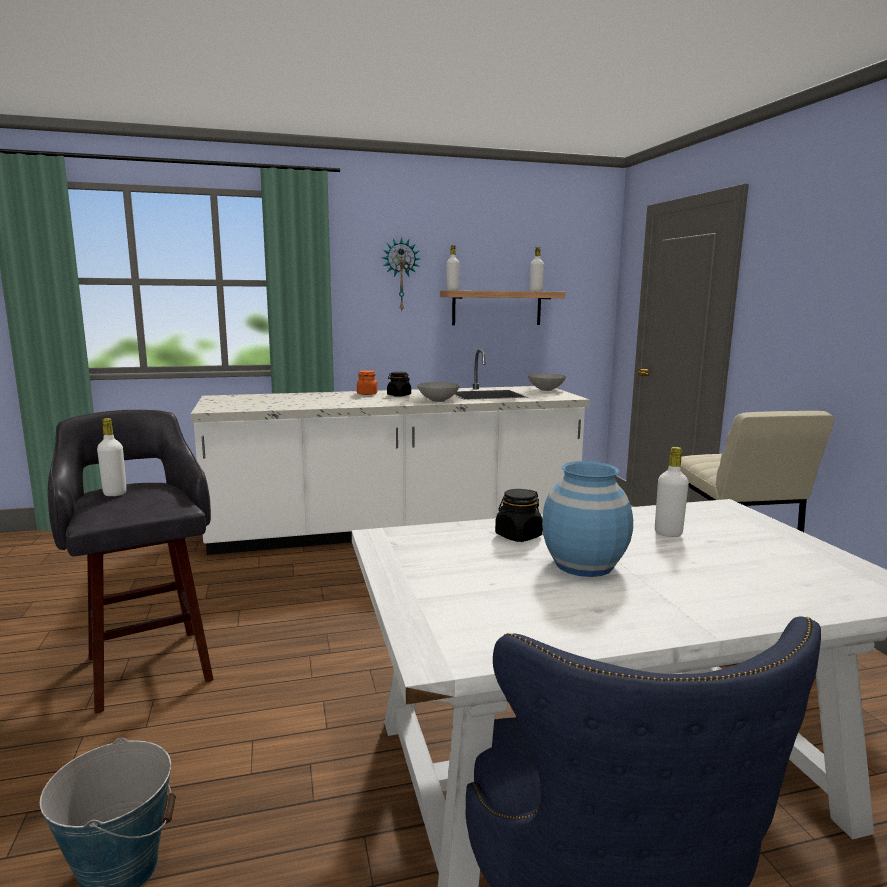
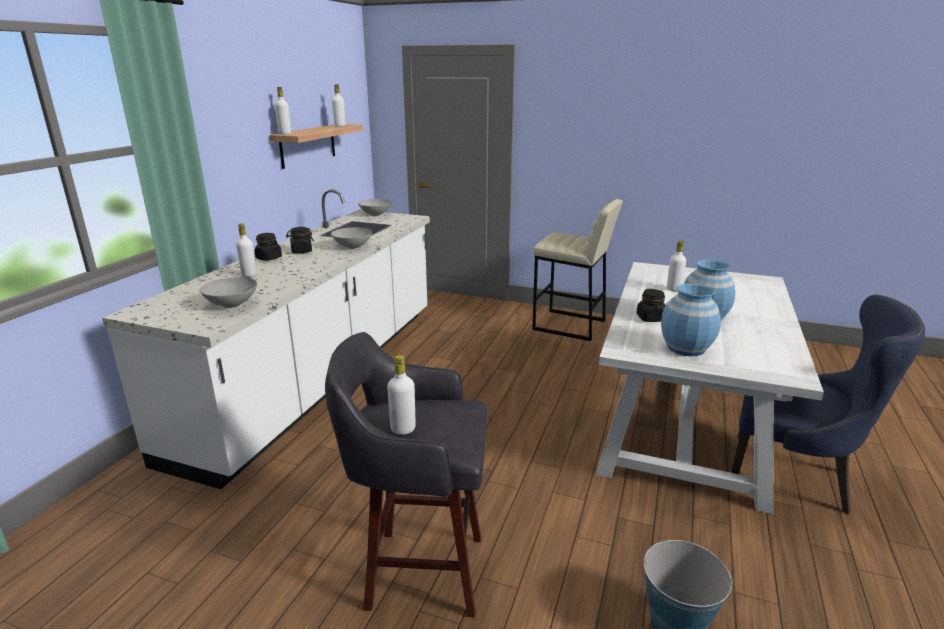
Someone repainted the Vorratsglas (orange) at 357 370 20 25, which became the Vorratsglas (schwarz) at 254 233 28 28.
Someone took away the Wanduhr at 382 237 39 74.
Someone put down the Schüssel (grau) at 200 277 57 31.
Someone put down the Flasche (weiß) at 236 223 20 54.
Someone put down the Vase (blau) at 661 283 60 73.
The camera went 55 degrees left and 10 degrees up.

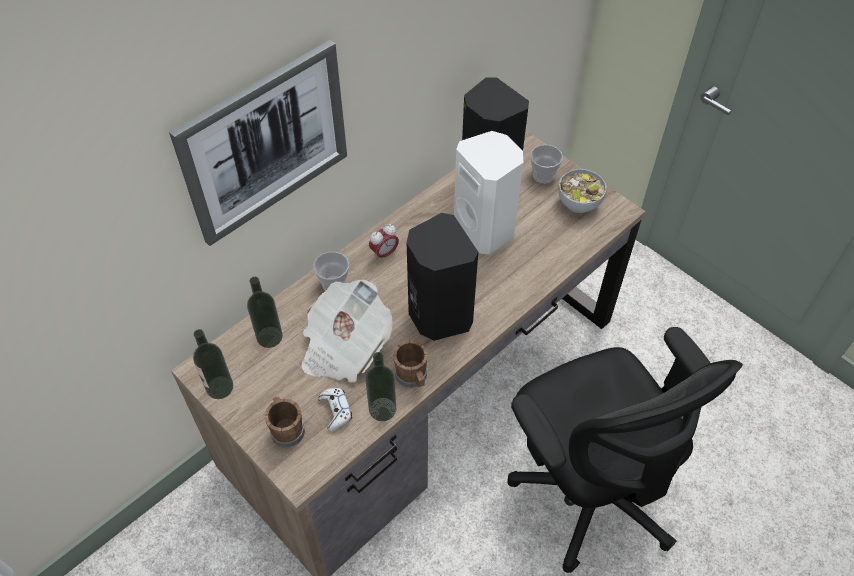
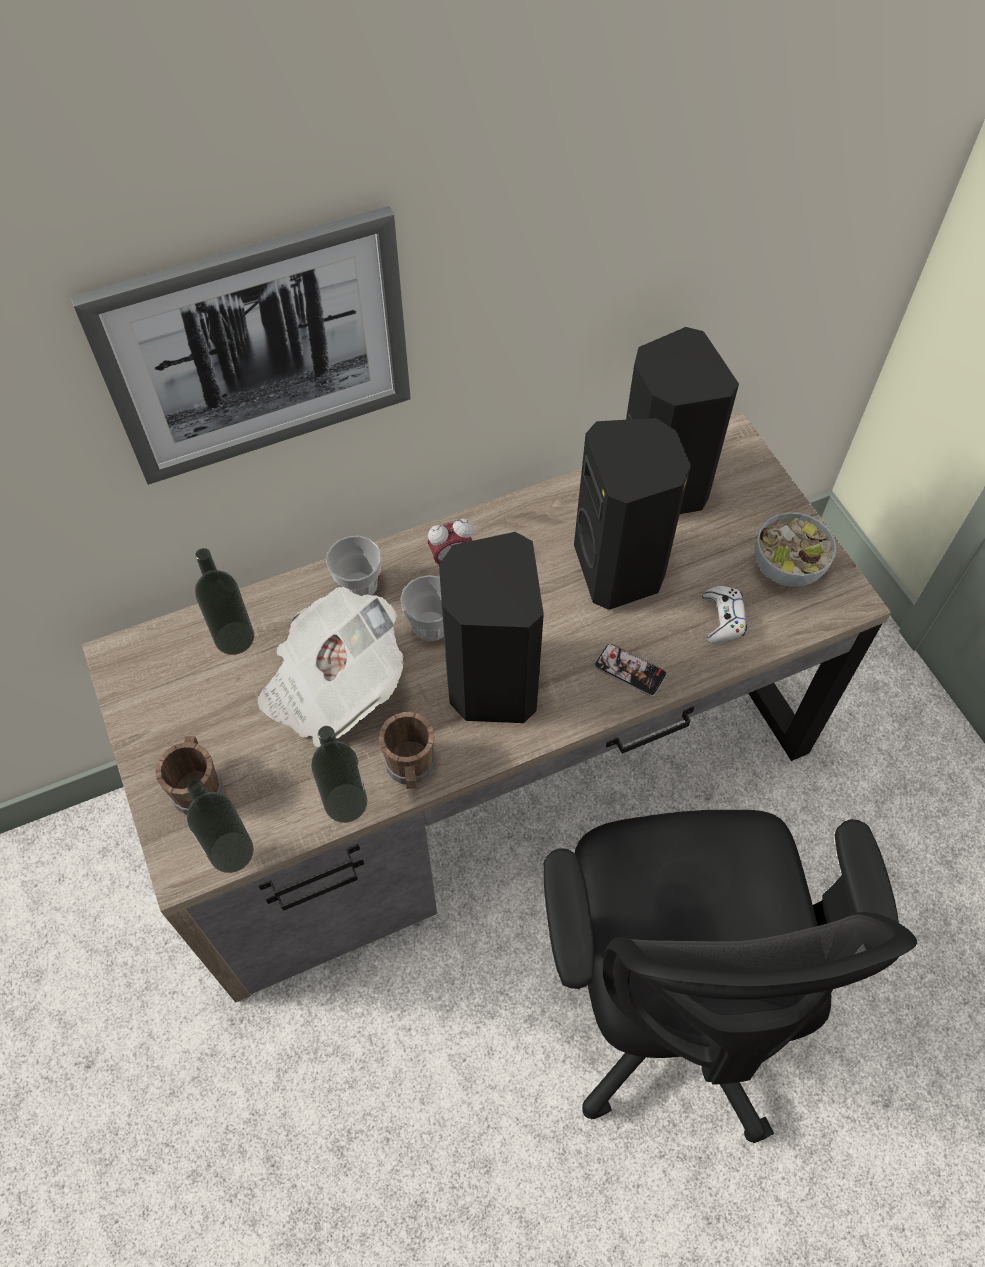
Someone carried the Flasche from 193 329 40 70 to 187 780 67 93.
Someone carried the Gamepad (weiß) from 318 388 34 44 to 702 586 45 58.
Someone repainted the Lautsprecher (weiß) at 454 131 69 124, which became the Lautsprecher (schwarz) at 574 418 117 192.
Someone carried the Tasse from 530 145 33 39 to 400 575 44 66.
Someone put down the Handy at 594 644 73 53.
The camera went 20 degrees right and 5 degrees up.

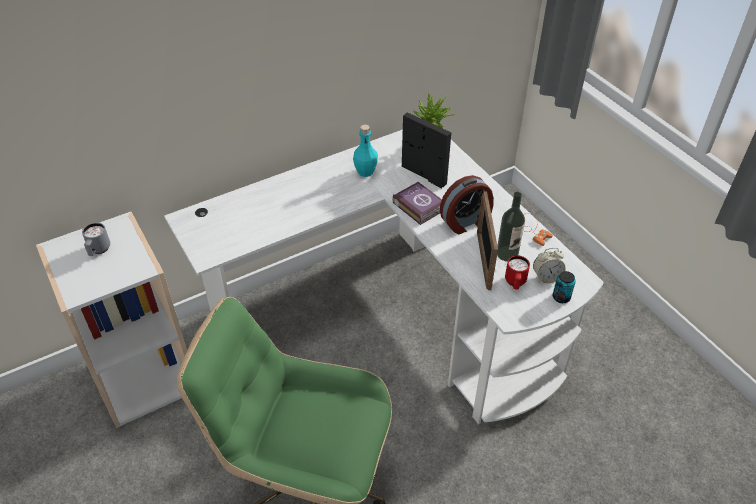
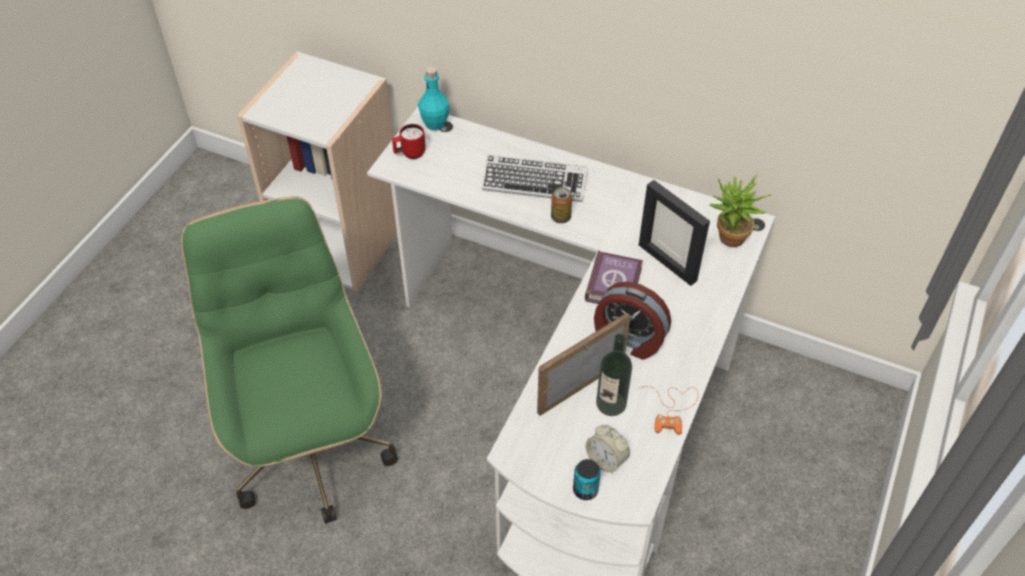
Someone took away the Henkelbecher (grau) at 82 223 28 33.
Someone carried the Flasche (türkis) from 353 125 25 52 to 418 66 32 64.
Someone rotated the Bilderrahmen at 402 112 49 77 by 135 degrees clockwise.
Someone carried the Henkelbecher (rot) from 505 256 25 34 to 392 124 34 35.
Someone put down the Tastatur at 482 155 105 47.
Someone put down the Dose at 551 187 21 36.
The camera went 55 degrees right and 5 degrees up.

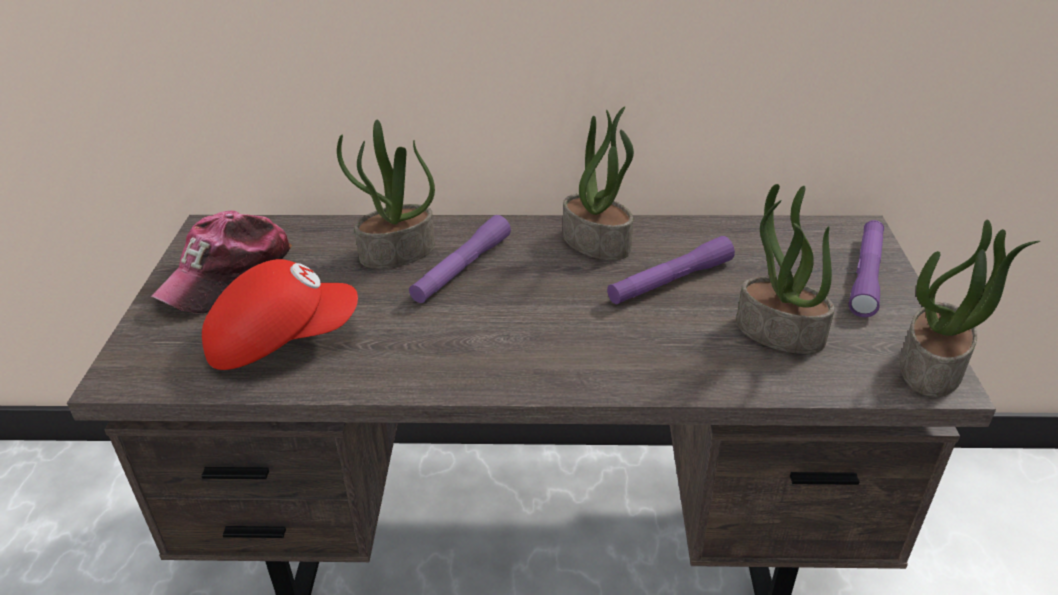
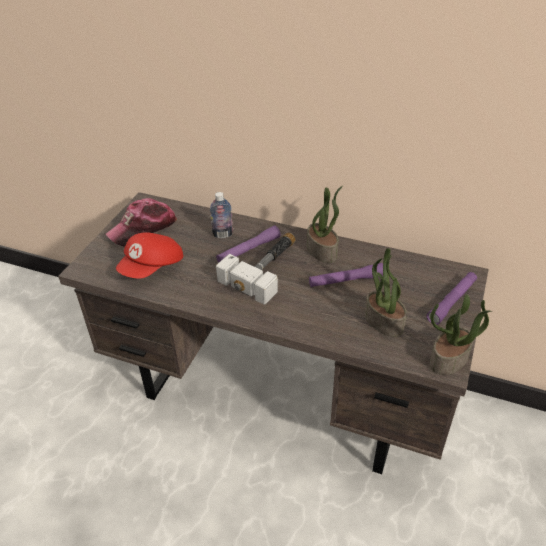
Someone rotated the Kappe (rot) at 202 259 156 111 by 120 degrees clockwise.
Someone swapped the Topfpflanze at 337 120 98 149 for the Flasche at 210 192 23 46.
Someone put down the Hammer at 216 233 79 72.
The camera went 20 degrees right and 5 degrees up.

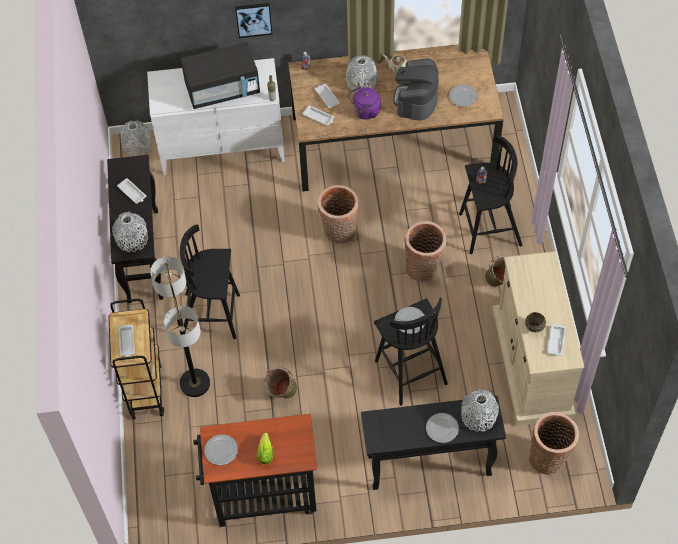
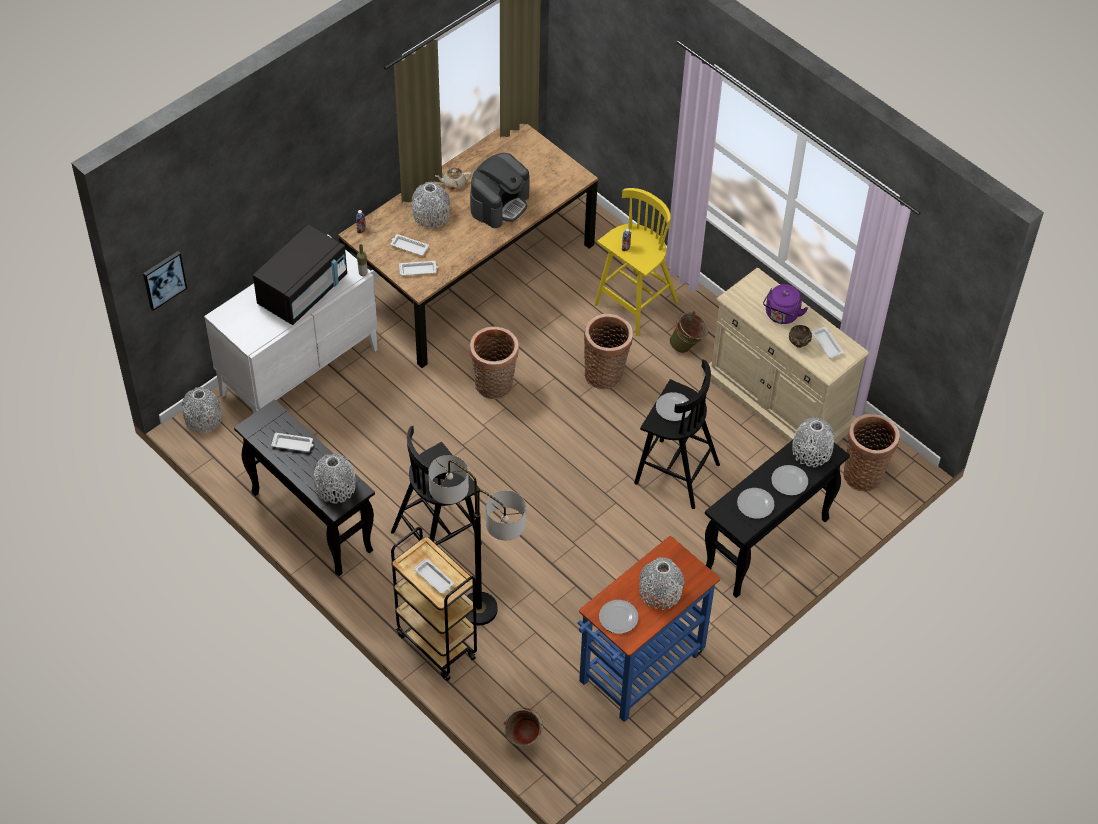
Someone repainted the Rollwagen (schwarz) at 193 414 124 113, which became the Rollwagen (blau) at 577 536 143 186.
Someone carried the Bild from 235 3 37 35 to 143 251 44 60.
Someone swapped the Salatkopf at 257 433 16 31 for the Vase (grau) at 639 557 45 53.
Someone carried the Eimer (grün) from 264 367 33 31 to 504 707 39 40.
Someone carried the Wasserkessel (lila) from 347 86 34 34 to 763 284 45 40.
Someone rotated the Kaffeemaschine at 393 58 46 63 by 120 degrees counterclockwise.
Someone carried the Teller from 449 85 28 22 to 737 488 38 31.
Someone repainted the Hocker (schwarz) at 459 135 63 119, which became the Hocker (gelb) at 594 188 85 148.
The camera went 40 degrees left and 5 degrees down.

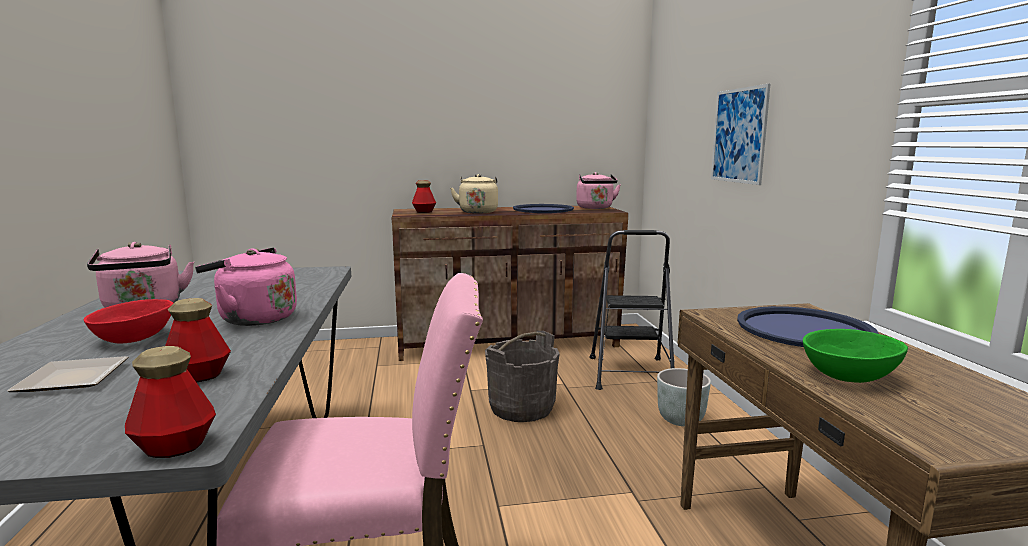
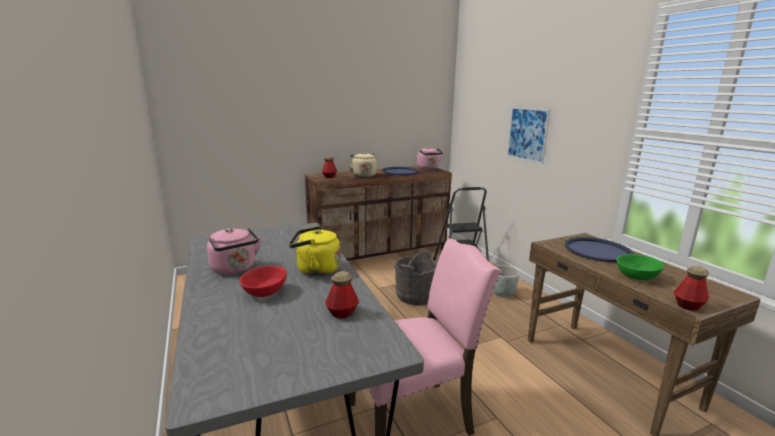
Someone took away the Teller at 7 356 121 36.
Someone carried the Flasche from 125 346 91 112 to 674 266 35 45.
Someone repainted the Wasserkessel (rosa) at 195 248 102 78, which became the Wasserkessel (gelb) at 289 226 52 50.
The camera went 15 degrees left and 5 degrees up.

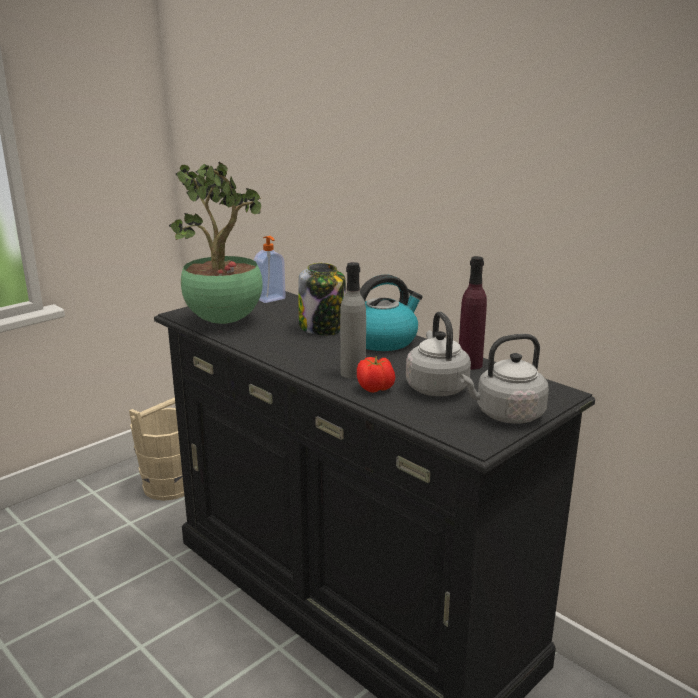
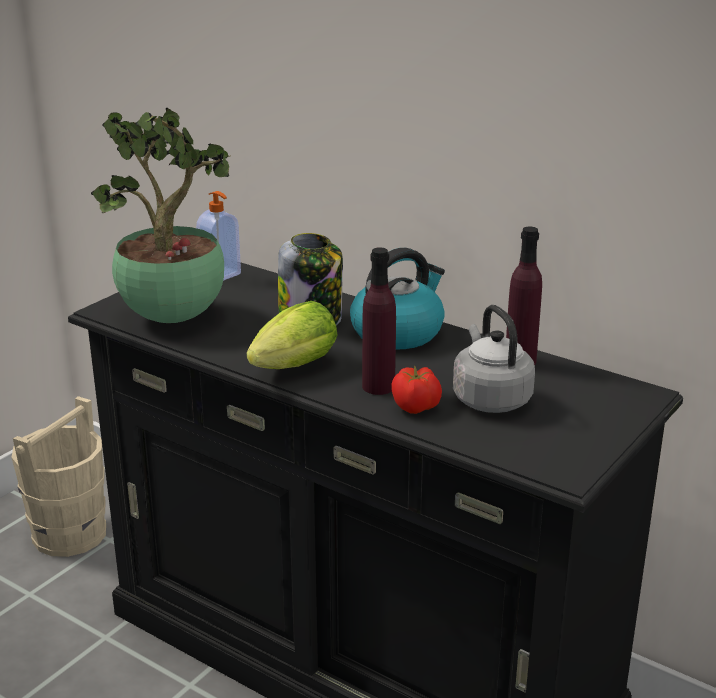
Someone repainted the Flasche (grau) at 340 262 26 117, which became the Flasche (lila) at 362 247 34 148.
Someone took away the Wasserkessel (grau) at 460 334 89 90.
Someone put down the Salatkopf at 247 301 91 68.
The camera went 10 degrees left and 5 degrees up.

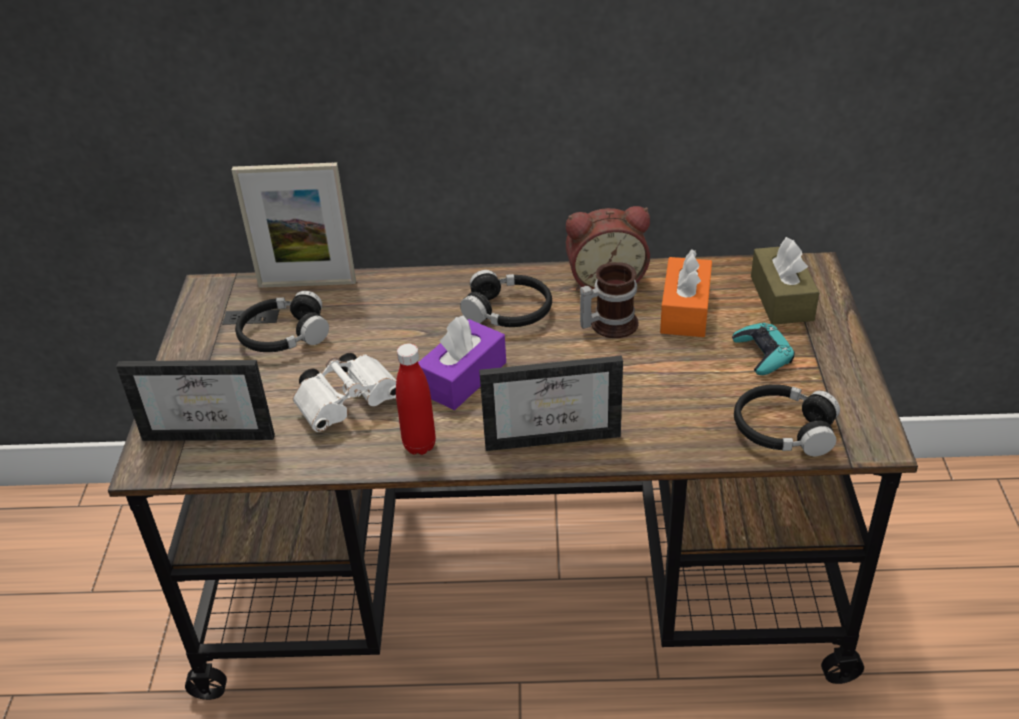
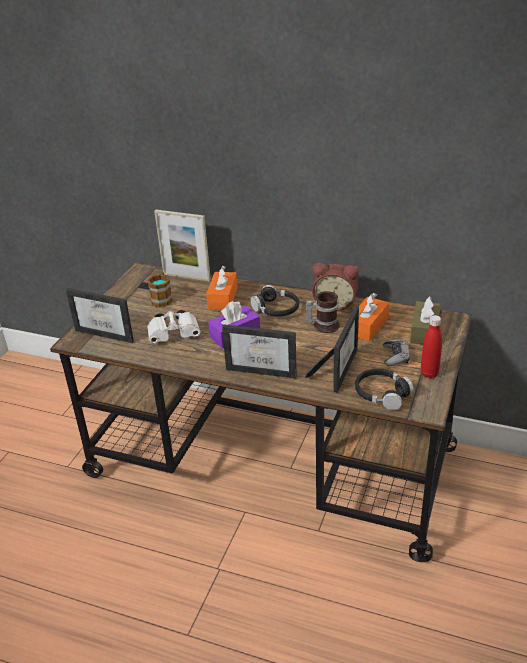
Someone swapped the Kopfhörer (schwarz) at 235 291 94 61 for the Henkelbecher at 147 272 25 35.
Someone carried the Flasche (rot) from 396 343 40 112 to 421 315 21 63.
Someone repainted the Gamepad (türkis) at 732 323 63 52, which became the Gamepad (grau) at 383 339 27 27.
Someone put down the Taschentuchbox (orange) at 206 266 32 44.
Someone put down the Bilderrahmen at 305 306 54 87.
The camera went 20 degrees right and 5 degrees down.

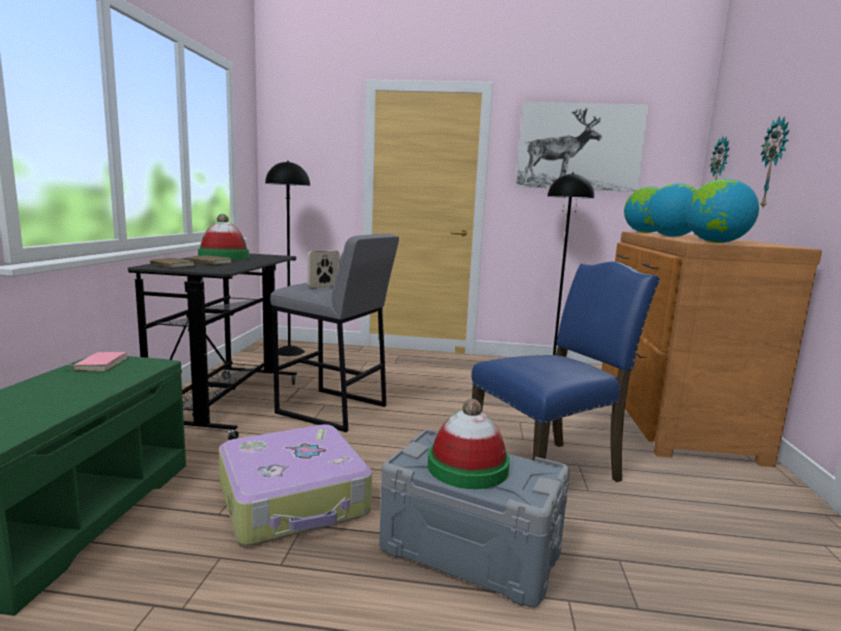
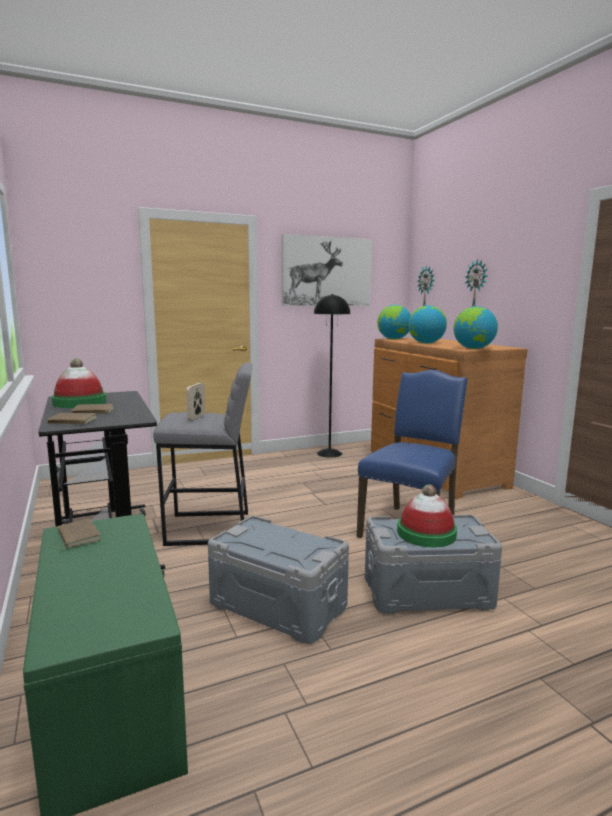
Someone repainted the Buch (rosa) at 62 352 65 19, which became the Buch (braun) at 55 518 46 30.
Someone swapped the Koffer at 219 424 153 121 for the Aufbewahrungsbox (grau) at 208 516 141 128.
Someone took away the Stehlampe (schwarz) at 265 161 45 195.
The camera went 30 degrees left and 0 degrees up.

